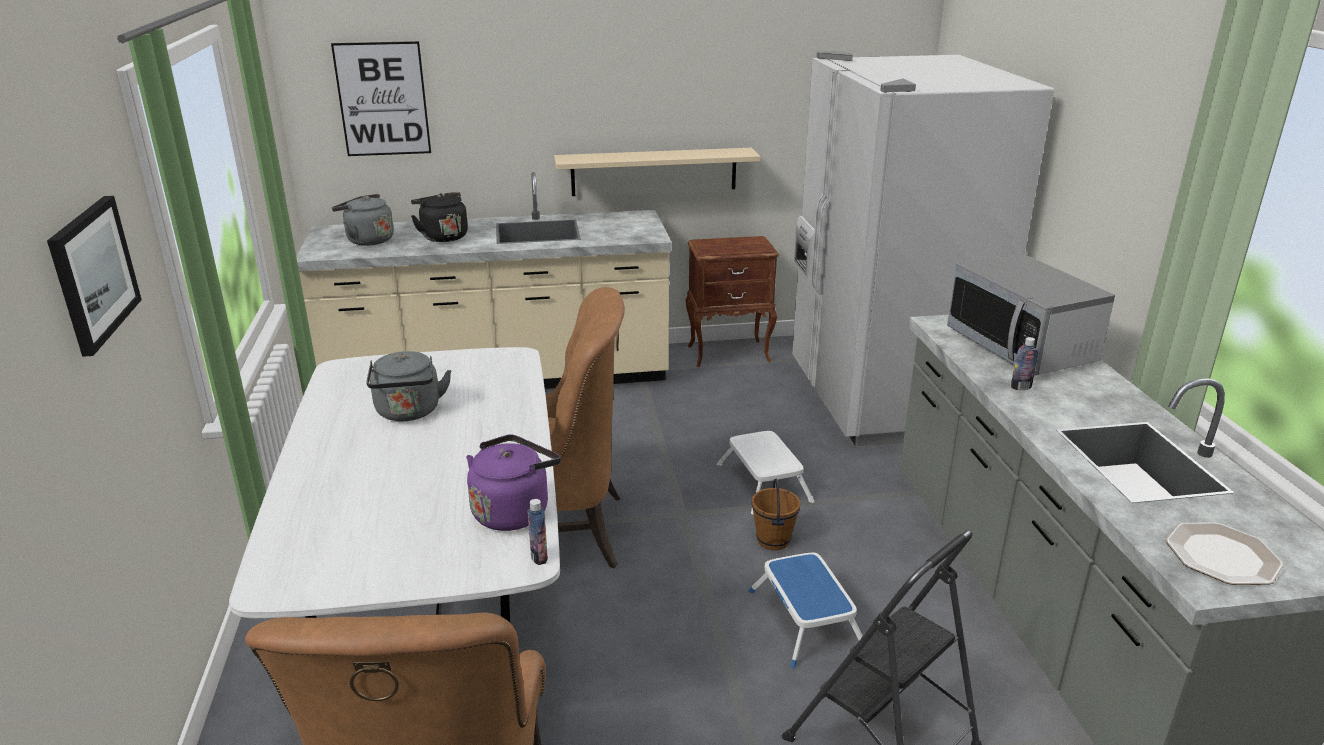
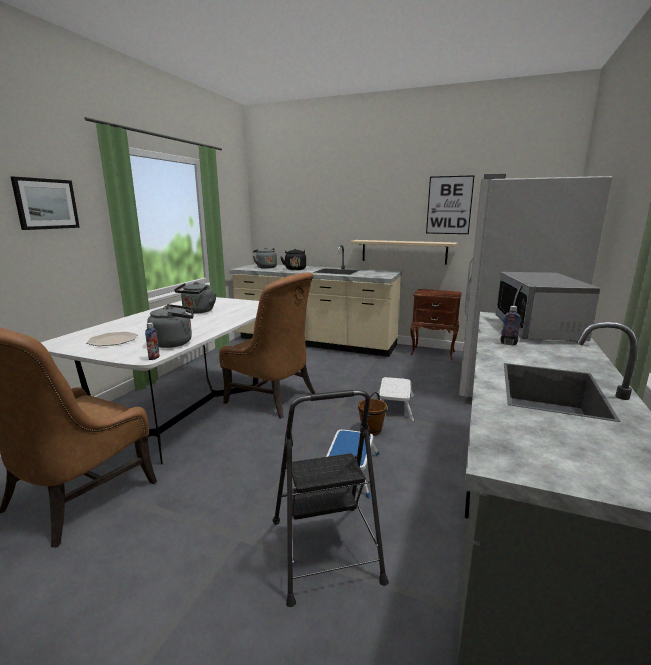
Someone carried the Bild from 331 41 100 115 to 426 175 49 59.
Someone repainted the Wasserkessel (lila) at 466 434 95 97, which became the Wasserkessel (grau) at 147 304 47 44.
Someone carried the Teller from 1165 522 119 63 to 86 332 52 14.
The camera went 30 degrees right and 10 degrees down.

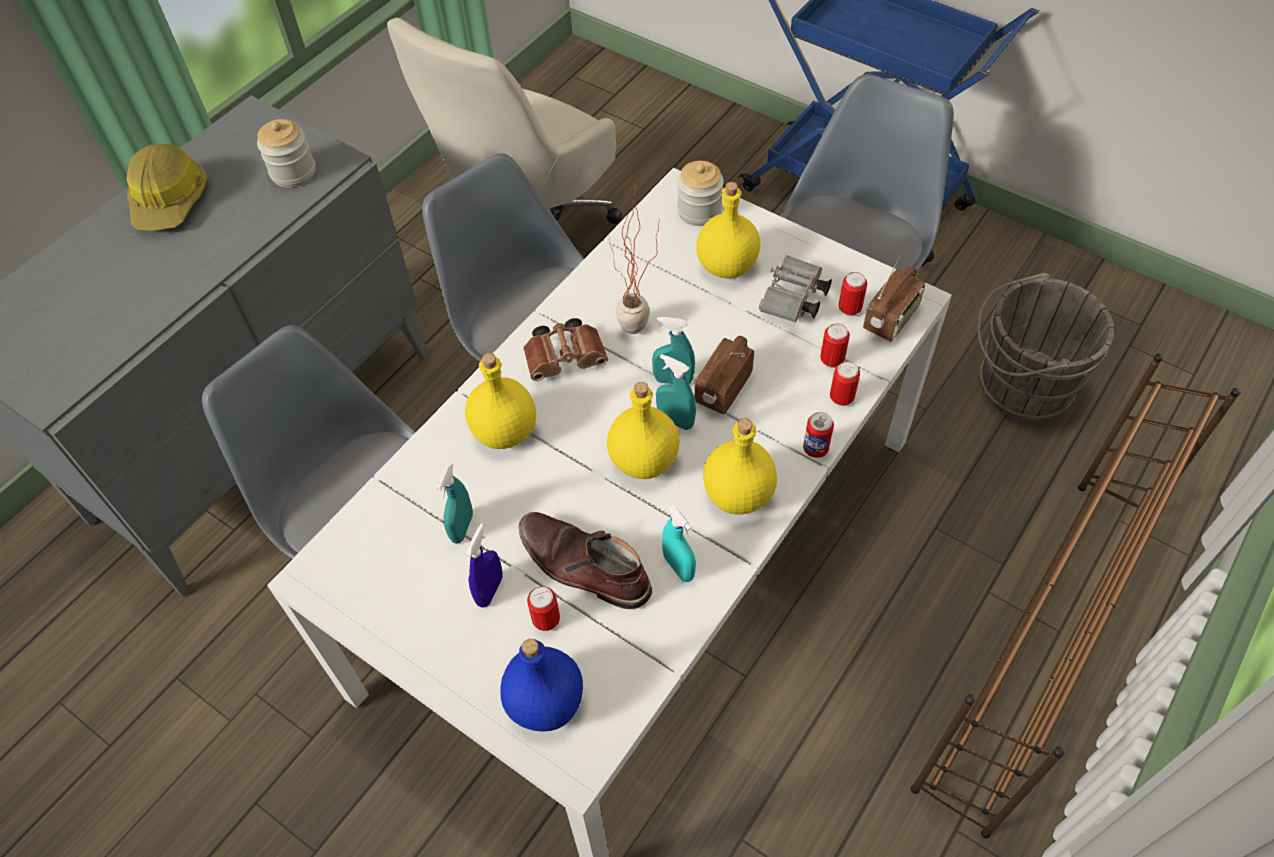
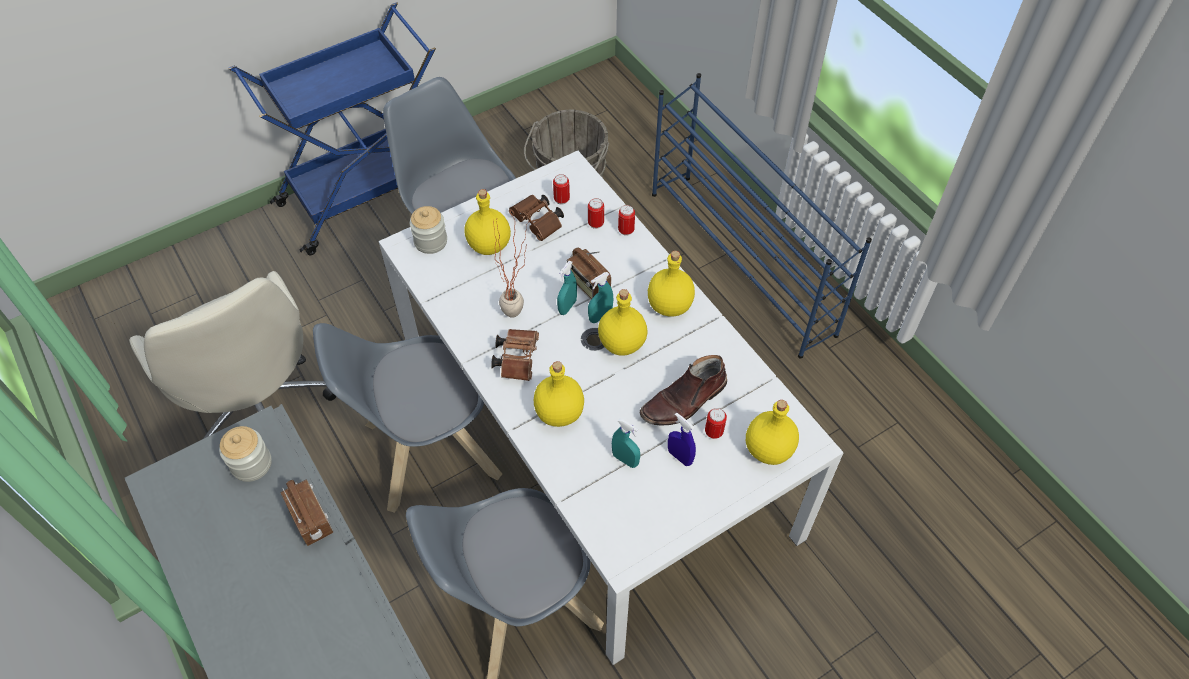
Someone took away the Schutzhelm at 126 144 81 87.
Someone repainted the Flasche (blau) at 501 639 82 93, which became the Flasche (gelb) at 746 400 53 65.
Someone took away the Sprühflasche (türkis) at 662 505 34 77.
Someone repainted the Fernglas (grau) at 759 255 73 68, which became the Fernglas (braun) at 509 195 55 46.
Someone took away the Dose at 803 412 31 46.
Someone carried the Radio from 863 258 62 84 to 281 480 52 66.
Someone repainted the Schuhregal (braun) at 911 353 330 486, which became the Schuhregal (blau) at 652 73 220 286.
The camera went 70 degrees left and 0 degrees up.

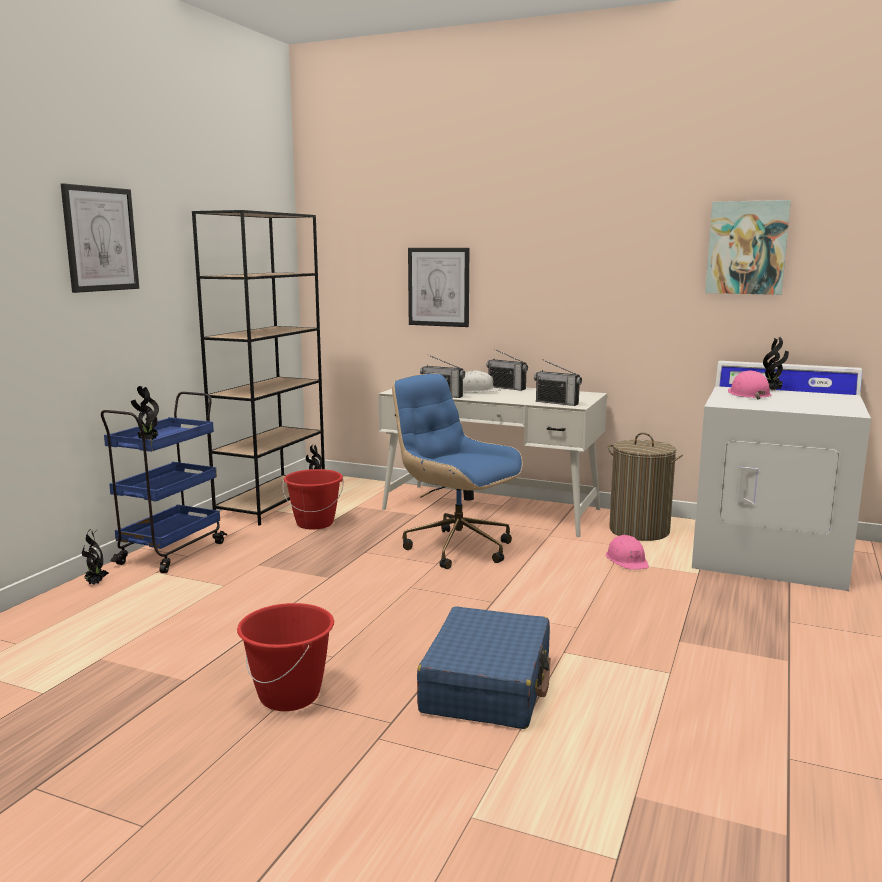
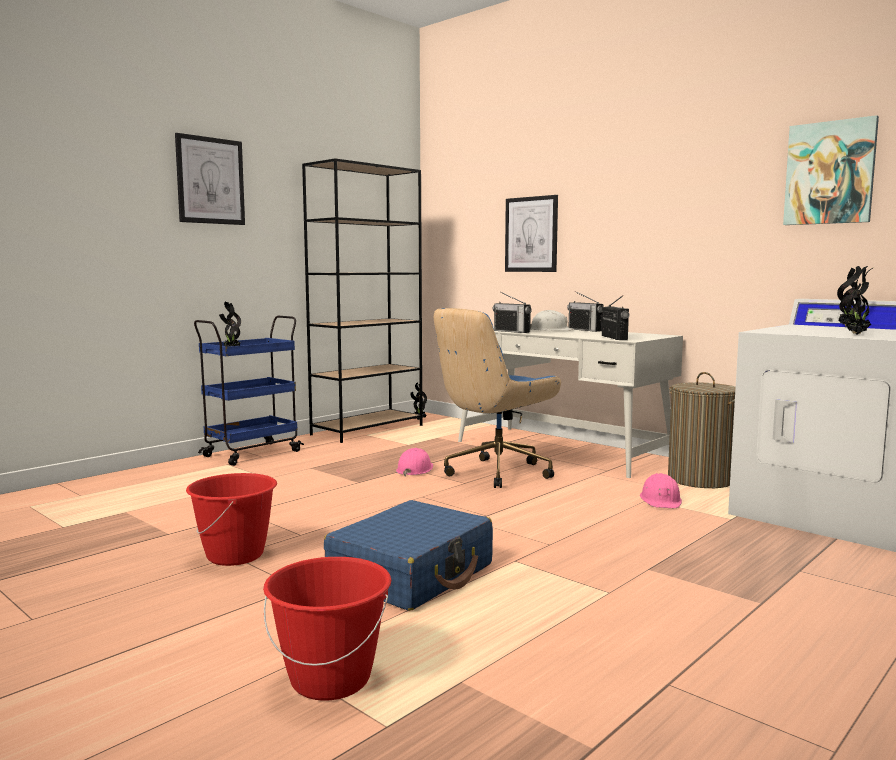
Someone carried the Topfpflanze from 82 529 27 55 to 845 266 28 69.
Someone carried the Eimer (rot) from 283 469 61 60 to 263 557 128 143.
Someone rotated the Bürostuhl (blau) at 392 373 131 196 by 105 degrees counterclockwise.
Someone rotated the Radio at 534 360 48 46 by 150 degrees counterclockwise.
Someone carried the Schutzhelm (rosa) from 728 370 44 29 to 396 448 37 29.
The camera went 20 degrees right and 5 degrees down.

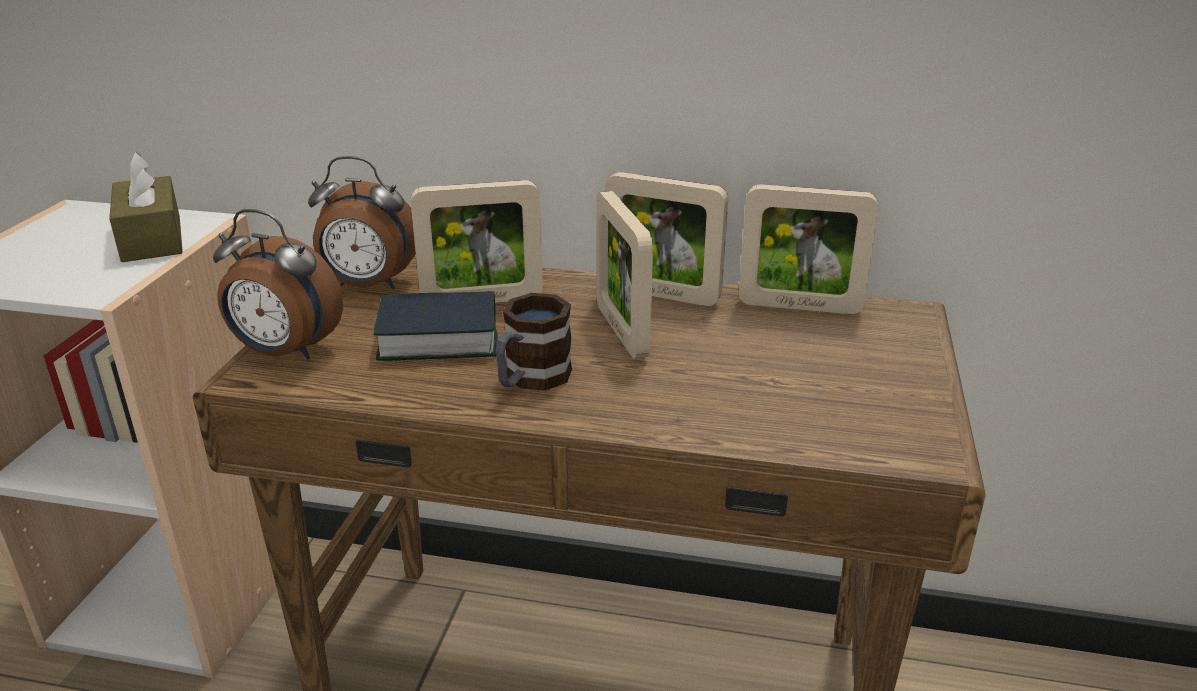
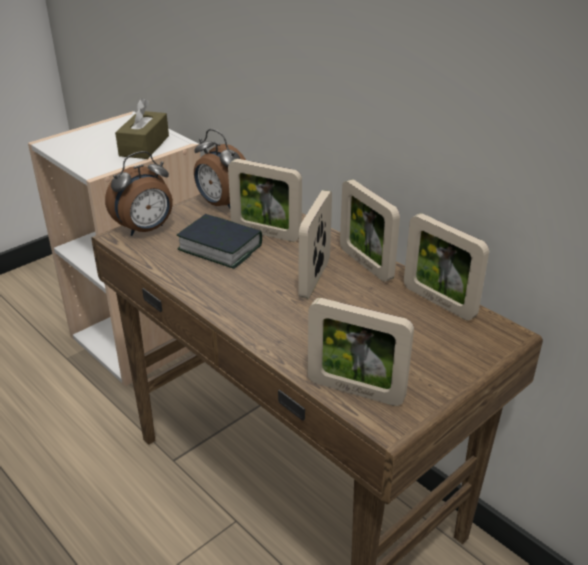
Someone rotated the Wecker at 213 209 130 151 by 90 degrees counterclockwise.
Someone took away the Henkelbecher at 496 293 76 98.
Someone put down the Bilderrahmen at 308 298 106 108.
The camera went 35 degrees right and 5 degrees up.

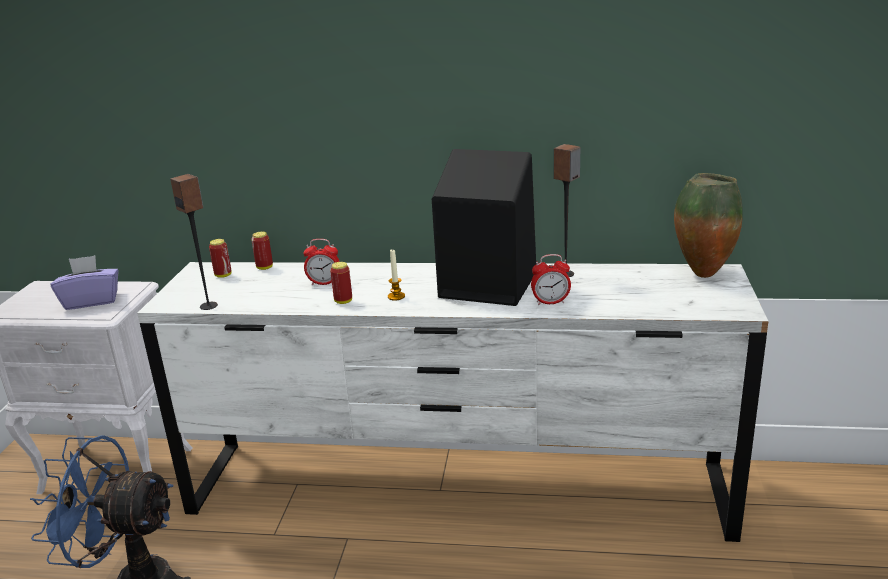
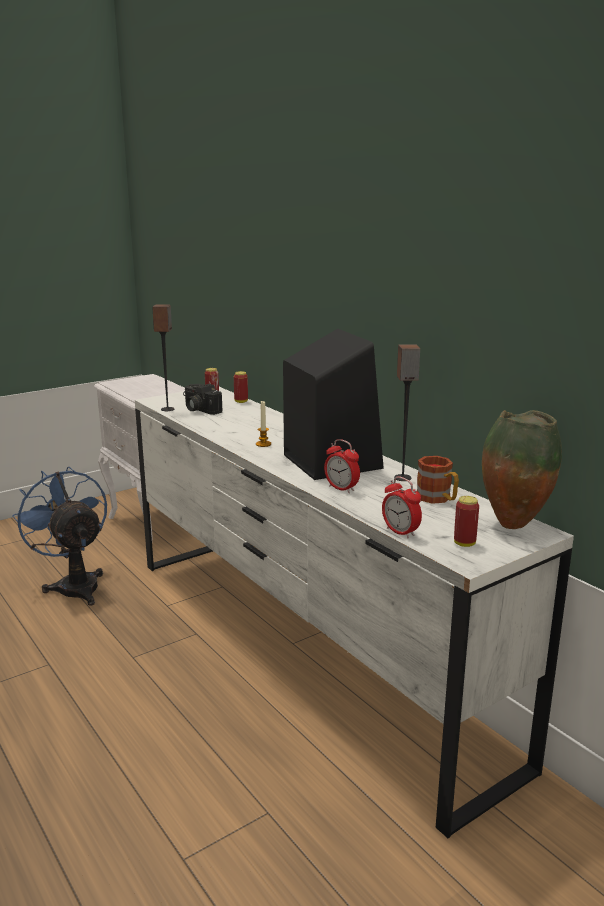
Someone took away the Taschentuchbox (lila) at 51 255 68 55.
Someone carried the Wecker from 303 239 37 46 to 382 476 40 62.
Someone carried the Dose from 330 262 22 42 to 454 496 25 51.
Someone put down the Kamera at 183 384 39 31.
Someone put down the Henkelbecher at 417 456 42 48.
The camera went 45 degrees right and 5 degrees down.

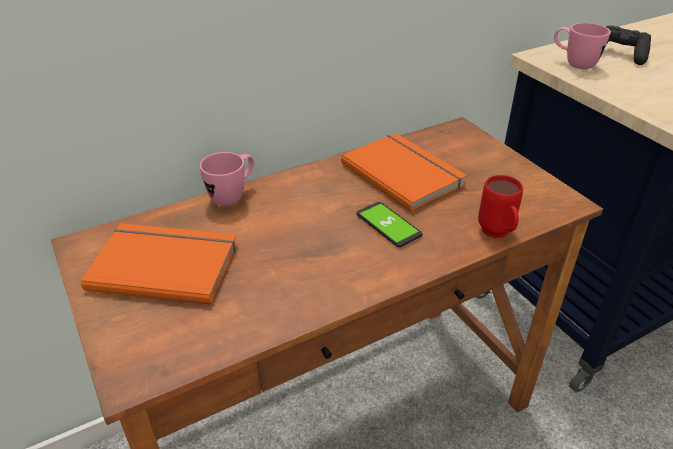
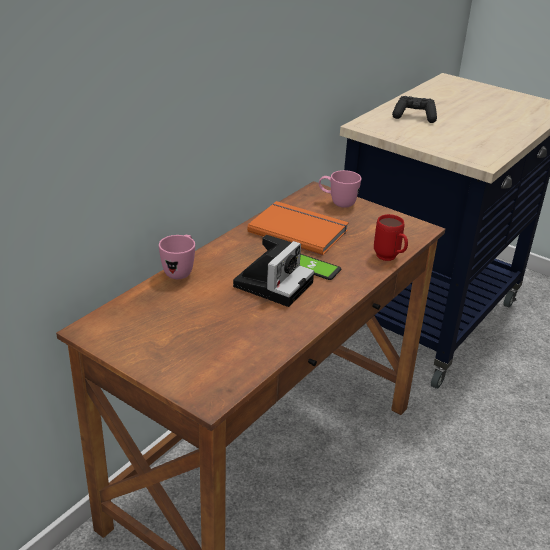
Someone took away the Buch (orange) at 81 223 157 82.
Someone carried the Henkelbecher (rosa) from 554 23 57 46 to 319 170 42 38.
Someone put down the Kamera at 233 235 81 72.
The camera went 25 degrees left and 5 degrees down.

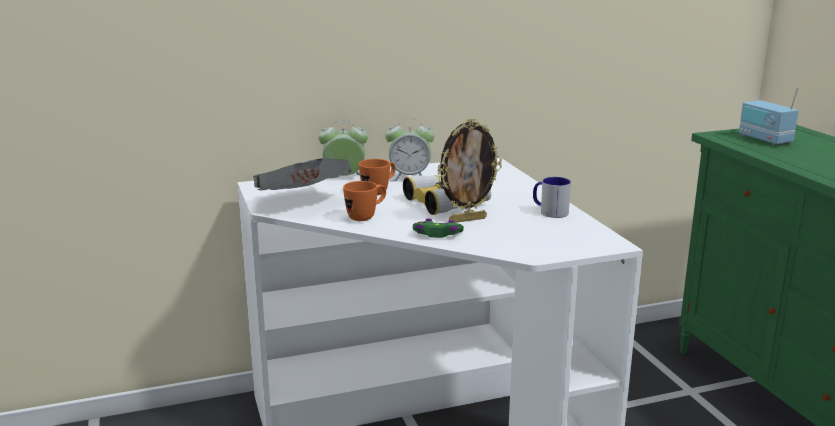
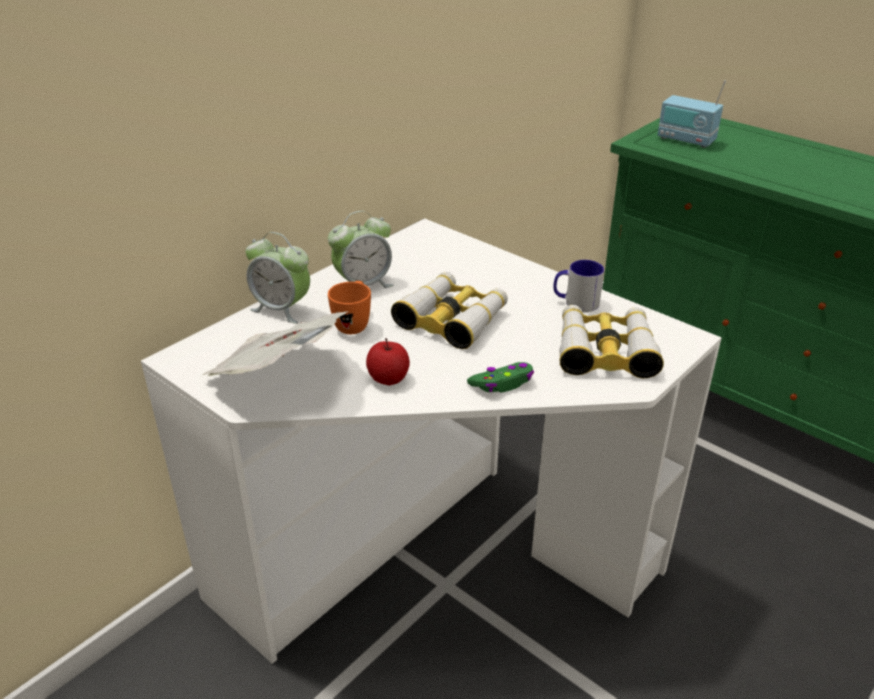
Someone rotated the Wecker at 318 120 50 56 by 120 degrees counterclockwise.
Someone swapped the Henkelbecher (orange) at 343 181 43 40 for the Apfel at 366 338 44 47.
Someone took away the Bilderrahmen at 437 119 65 104.
Someone put down the Fernglas at 559 305 105 73.
The camera went 30 degrees left and 15 degrees up.

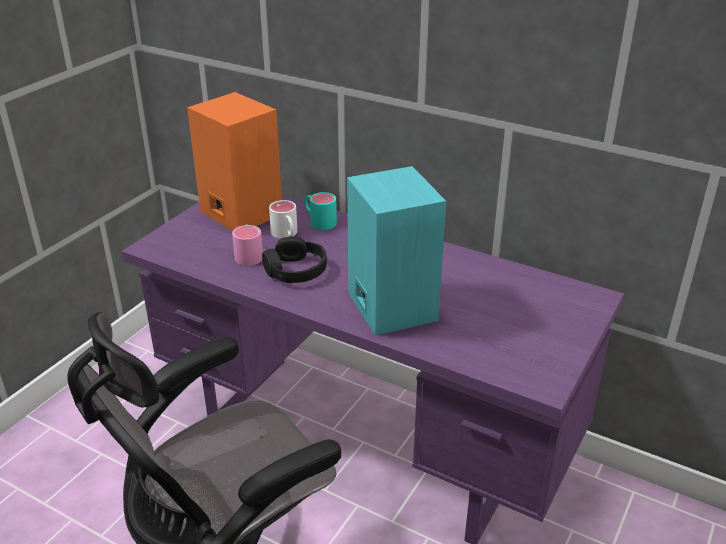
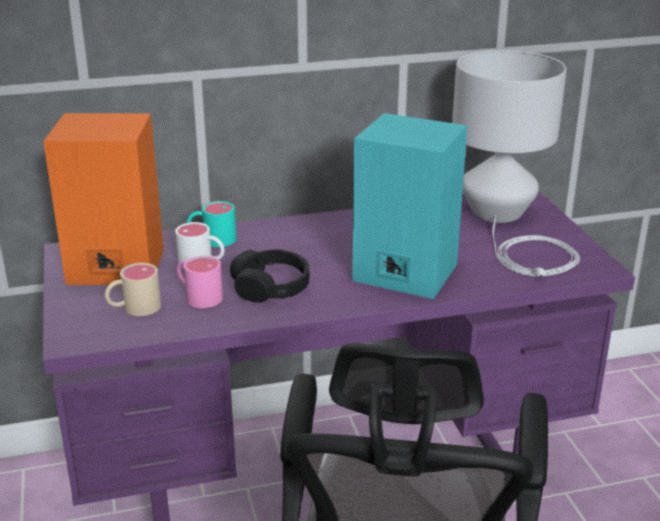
Someone put down the Henkelbecher (beige) at 105 263 56 53.
Someone put down the Tischlampe (grau) at 452 50 128 229.
The camera went 45 degrees left and 5 degrees down.

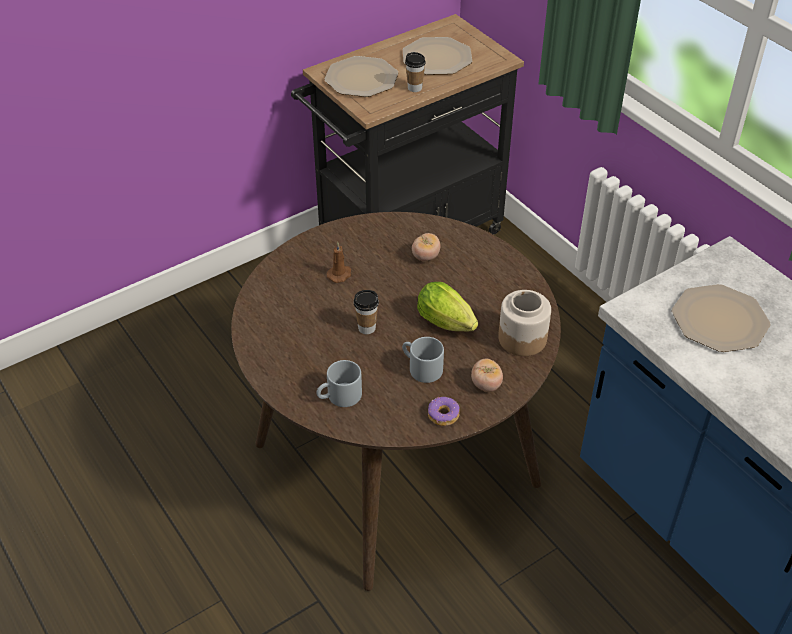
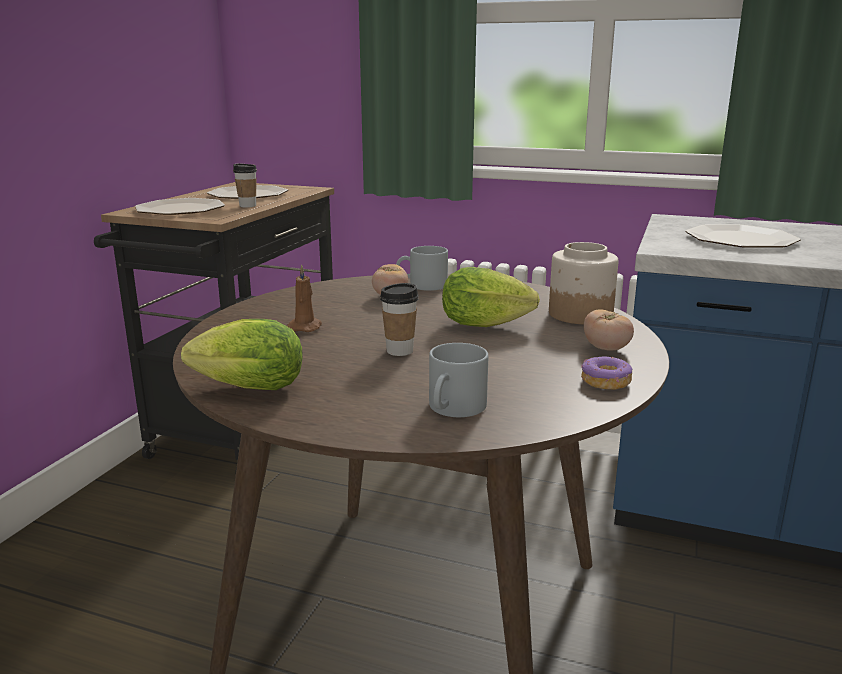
Someone carried the Henkelbecher (grau) from 402 337 42 46 to 396 246 52 45.
Someone put down the Salatkopf at 181 319 122 71.
The camera went 35 degrees left and 25 degrees down.

